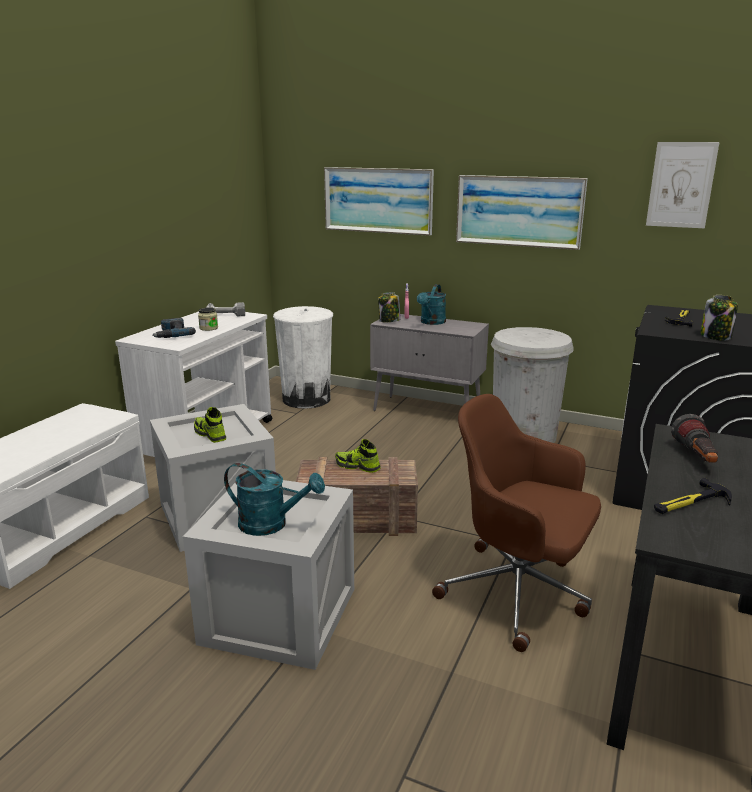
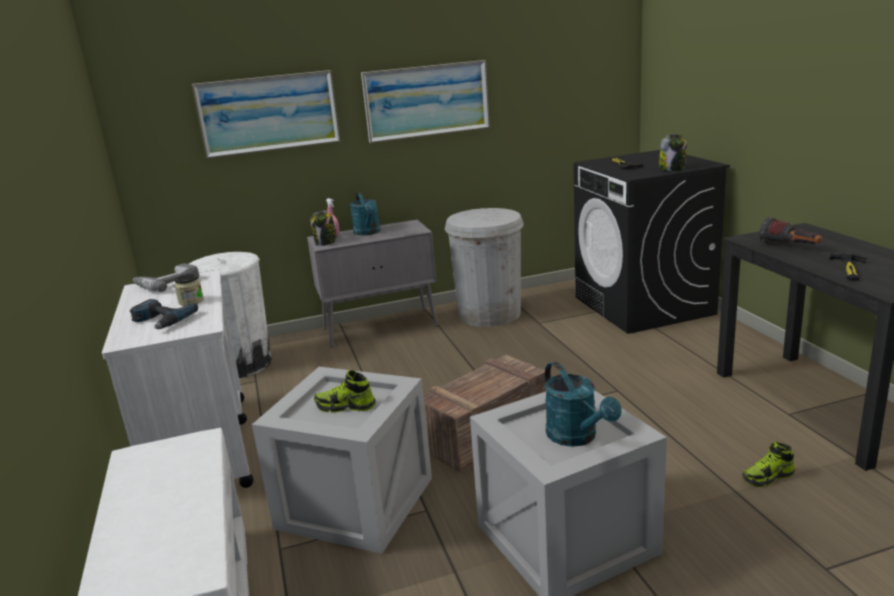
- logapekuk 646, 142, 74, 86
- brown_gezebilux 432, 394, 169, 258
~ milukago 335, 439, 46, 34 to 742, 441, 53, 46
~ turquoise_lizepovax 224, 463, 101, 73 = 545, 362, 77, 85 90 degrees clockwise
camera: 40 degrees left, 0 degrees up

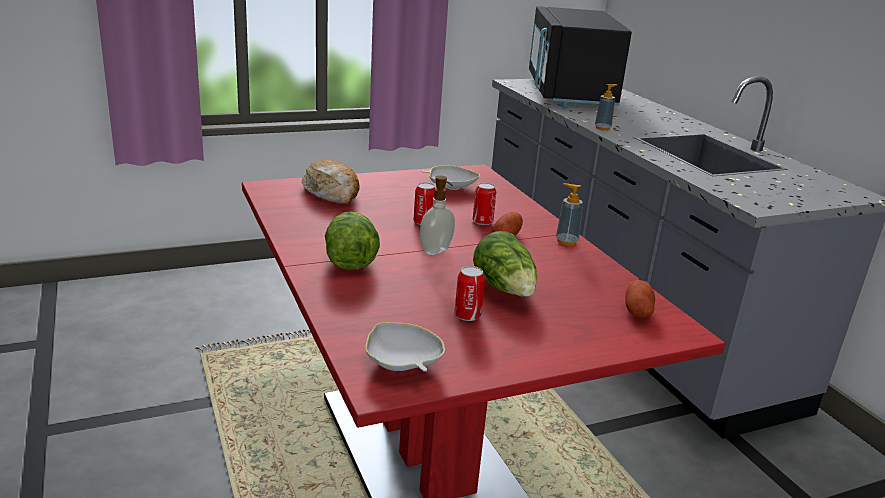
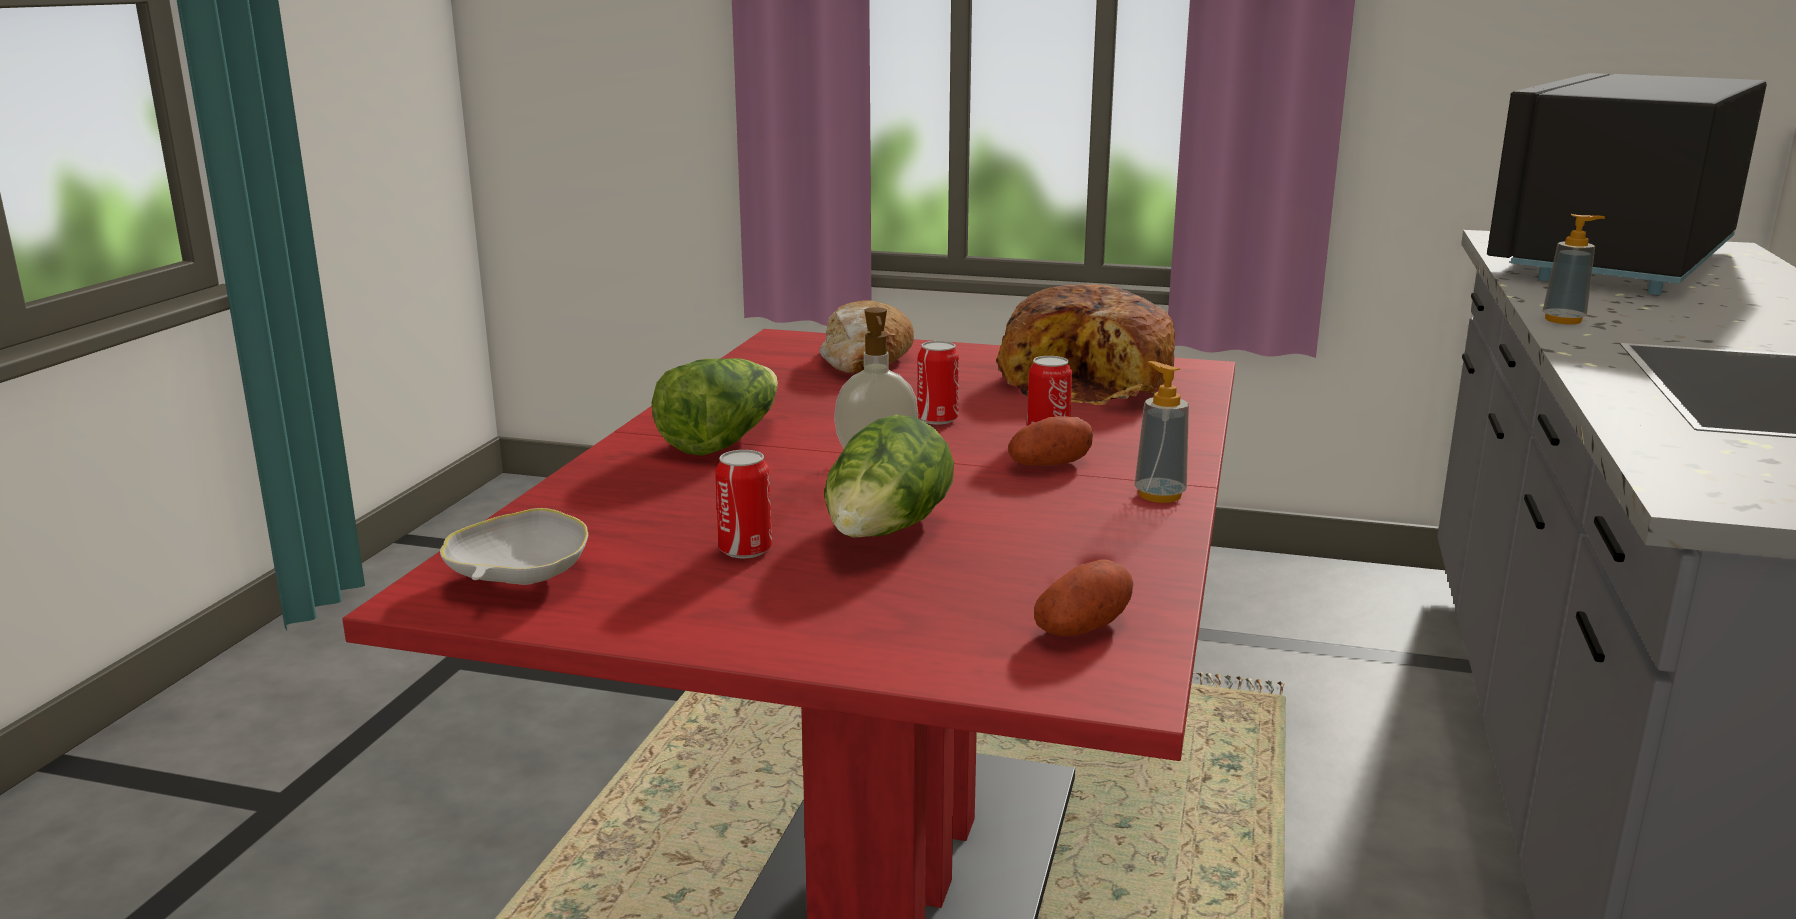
~ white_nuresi 421, 166, 59, 24 to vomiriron 996, 284, 179, 121
camera: 40 degrees right, 5 degrees down

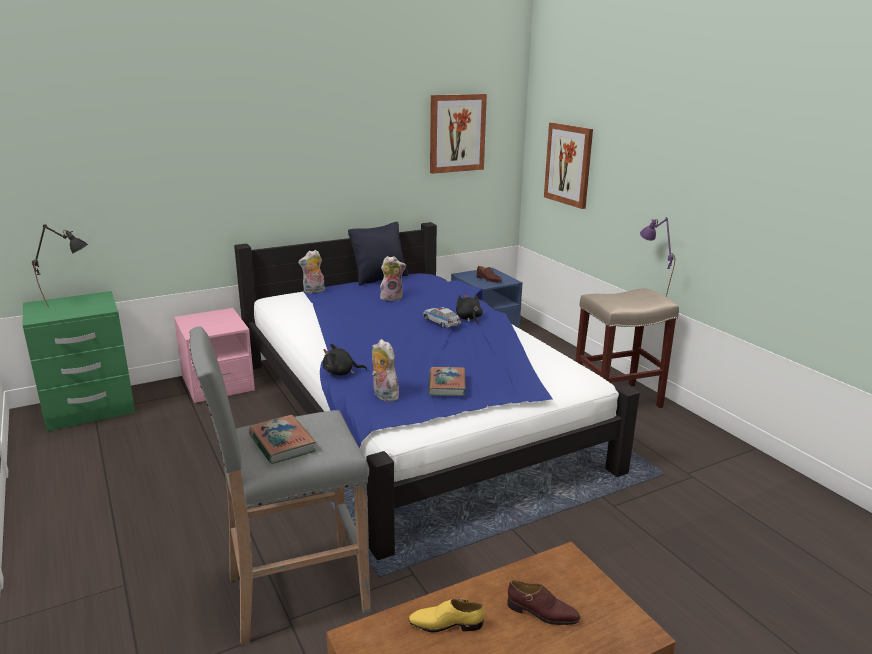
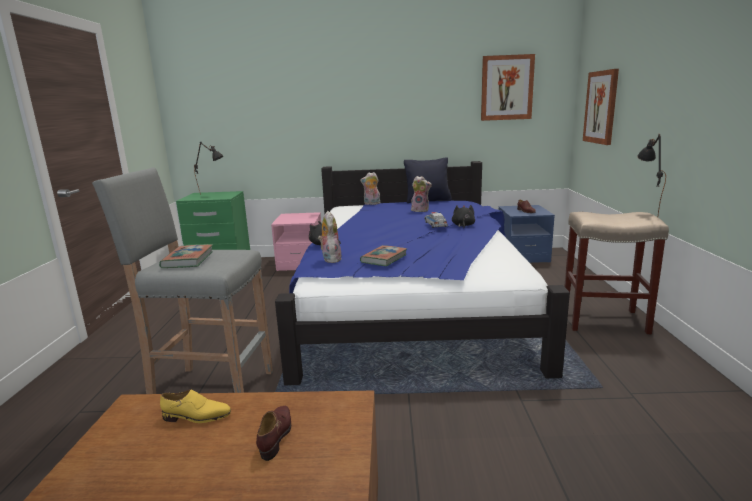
~ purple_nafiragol 640, 217, 35, 80 to black_nafiragol 637, 134, 29, 80
~ brown_milukago 507, 580, 73, 45 = 256, 406, 35, 55 135 degrees counterclockwise
~ yellow_milukago 409, 598, 76, 34 = 160, 389, 71, 34 150 degrees clockwise
camera: 30 degrees right, 5 degrees down

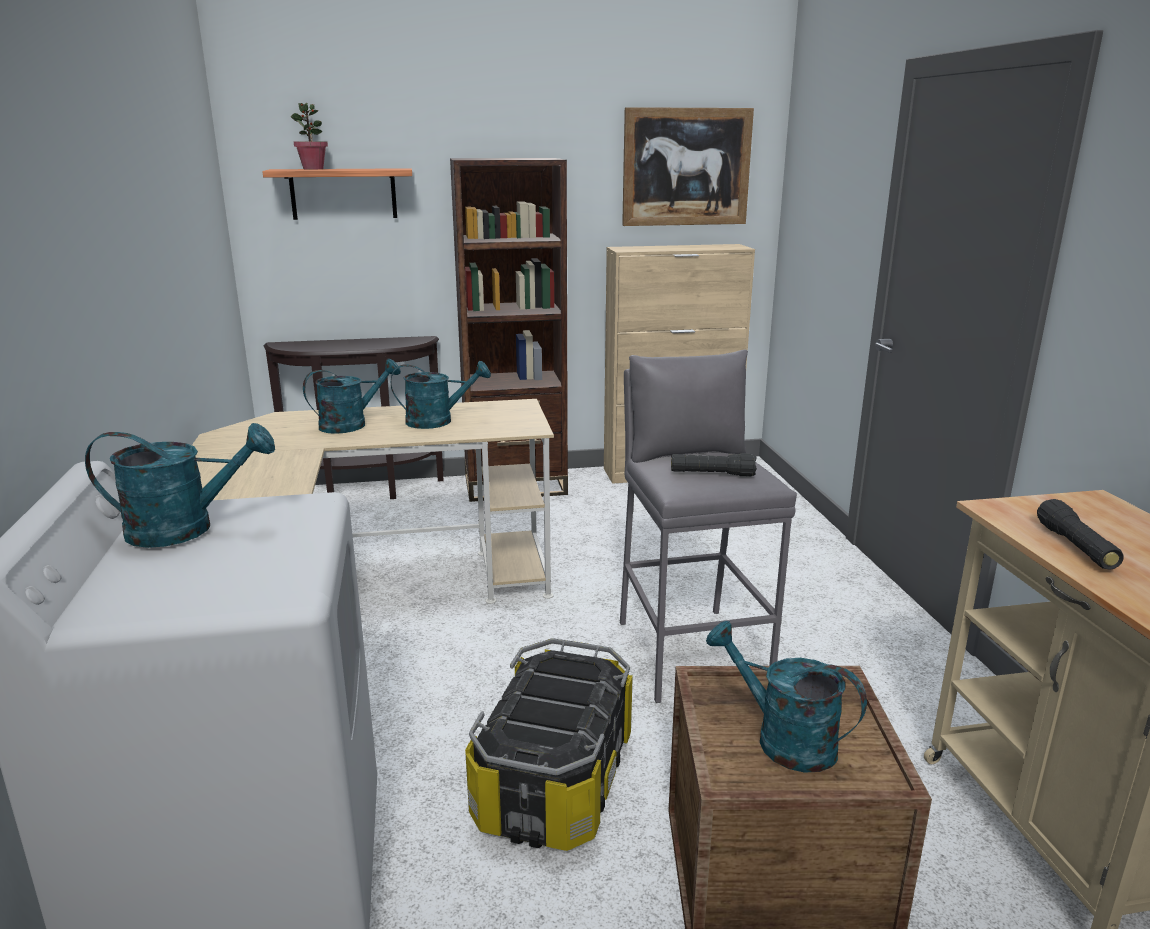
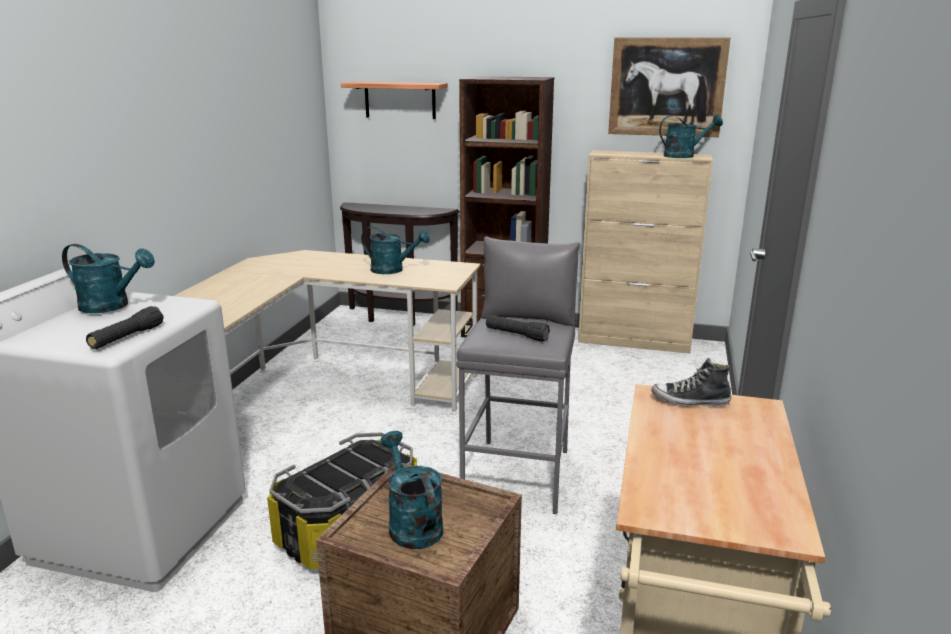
- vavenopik 291, 103, 37, 66
~ turquoise_lizepovax 303, 359, 98, 75 to 659, 114, 64, 44
~ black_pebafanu 1037, 499, 86, 71 to 86, 306, 78, 43
+ milukago 651, 358, 80, 48
camera: 25 degrees right, 0 degrees up

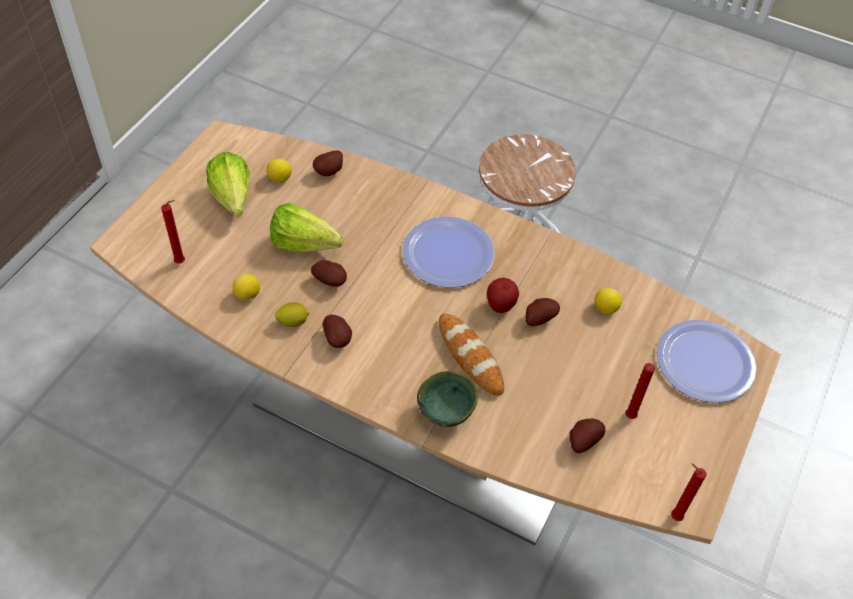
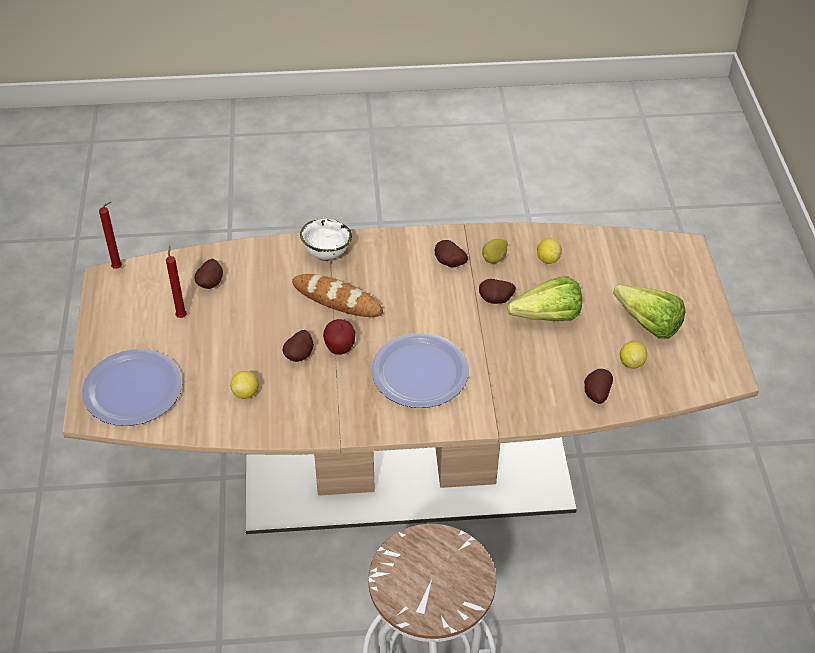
- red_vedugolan 161, 200, 24, 64
~ green_nuresi 417, 371, 61, 56 to white_nuresi 300, 219, 52, 42
camera: 150 degrees right, 5 degrees down

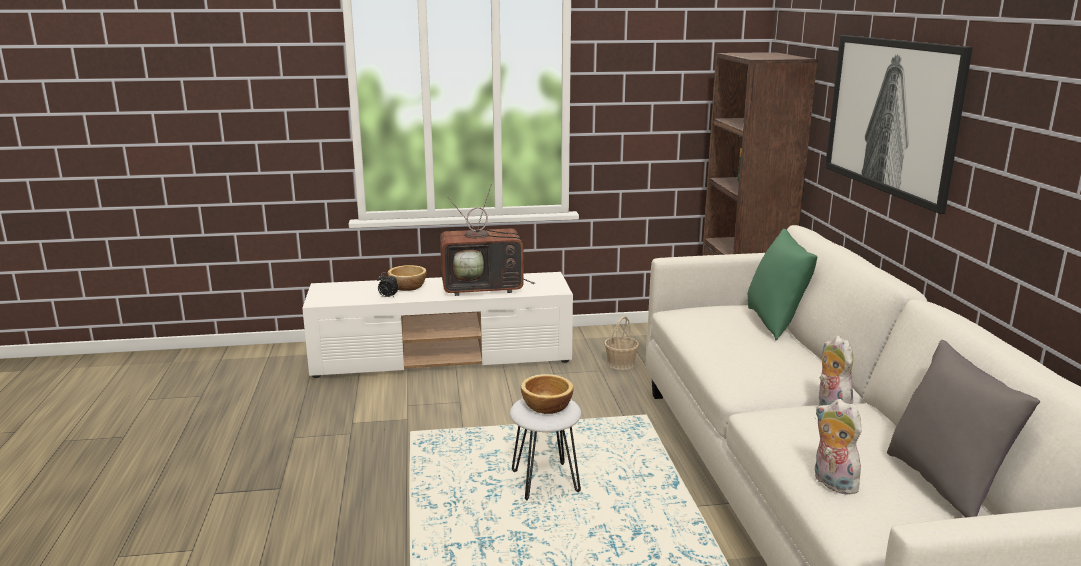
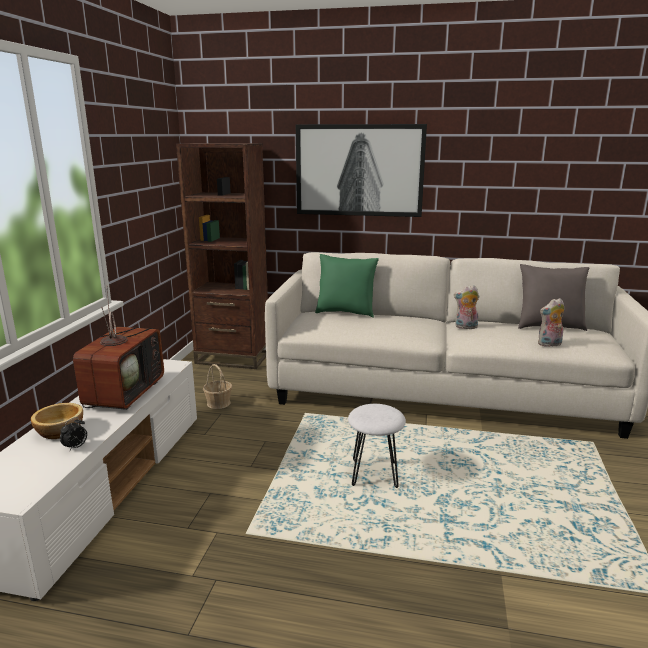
- nuresi 521, 374, 53, 40
camera: 70 degrees left, 0 degrees up

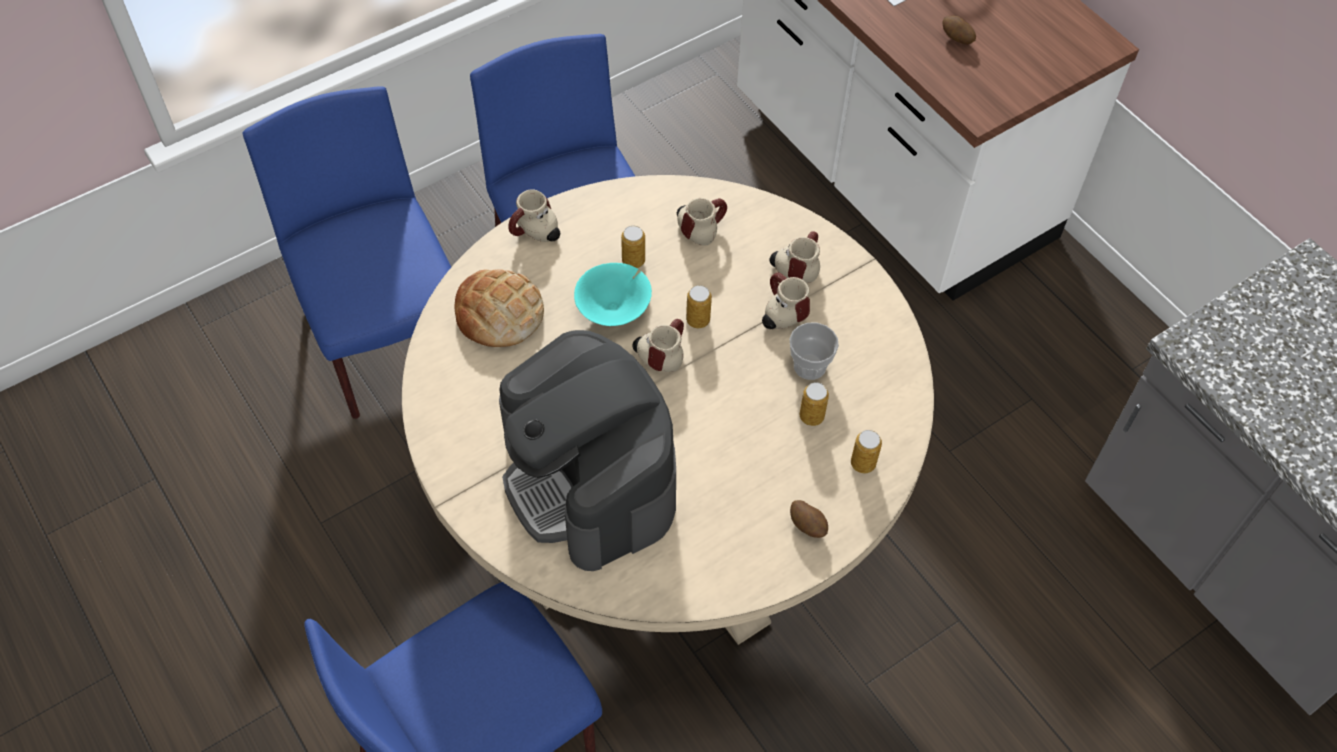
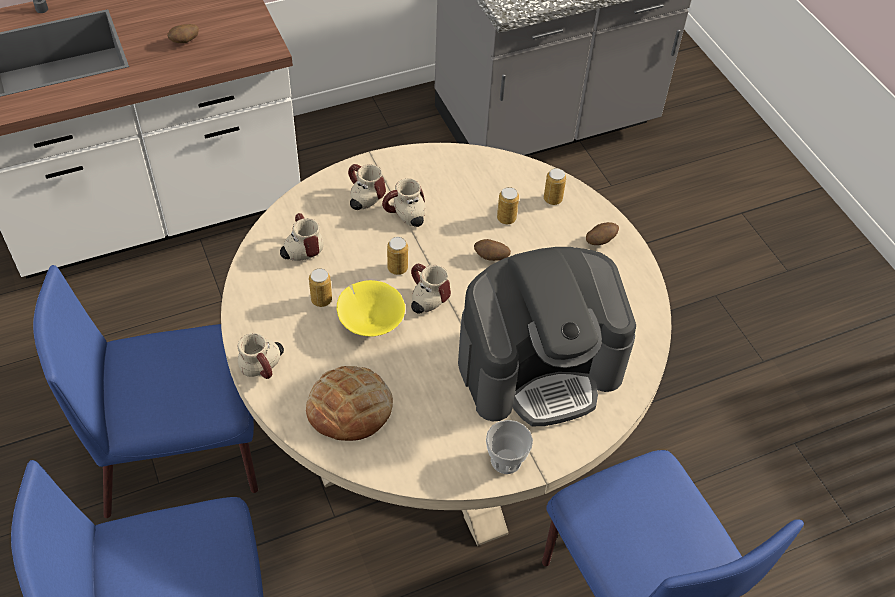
~ turquoise_nuresi 574, 263, 78, 63 to yellow_nuresi 337, 280, 68, 57
~ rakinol 790, 323, 49, 57 to 486, 420, 47, 54
+ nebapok 474, 239, 37, 22
camera: 80 degrees left, 5 degrees down

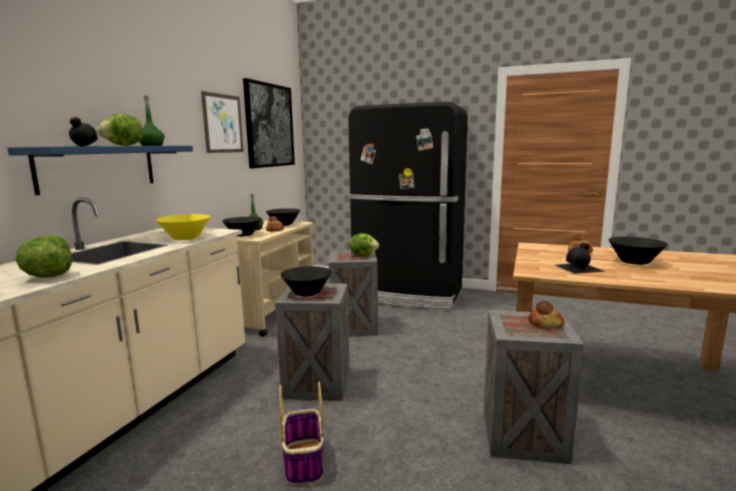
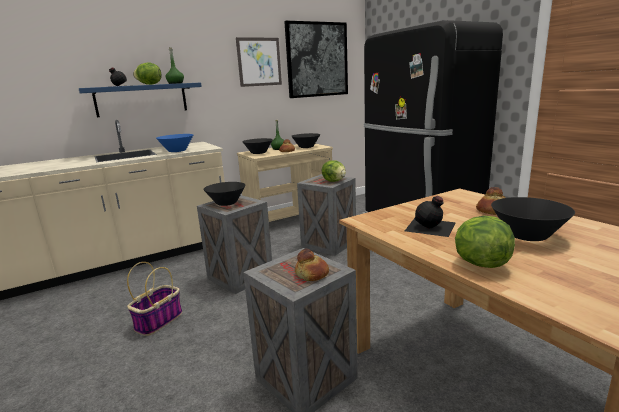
~ yellow_nuresi 156, 214, 54, 26 to blue_nuresi 156, 134, 37, 18
~ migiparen 16, 235, 56, 43 to 455, 216, 60, 52
camera: 40 degrees right, 5 degrees up

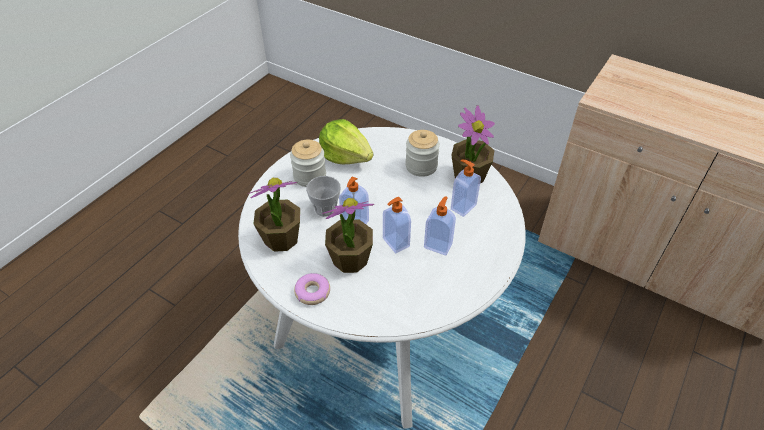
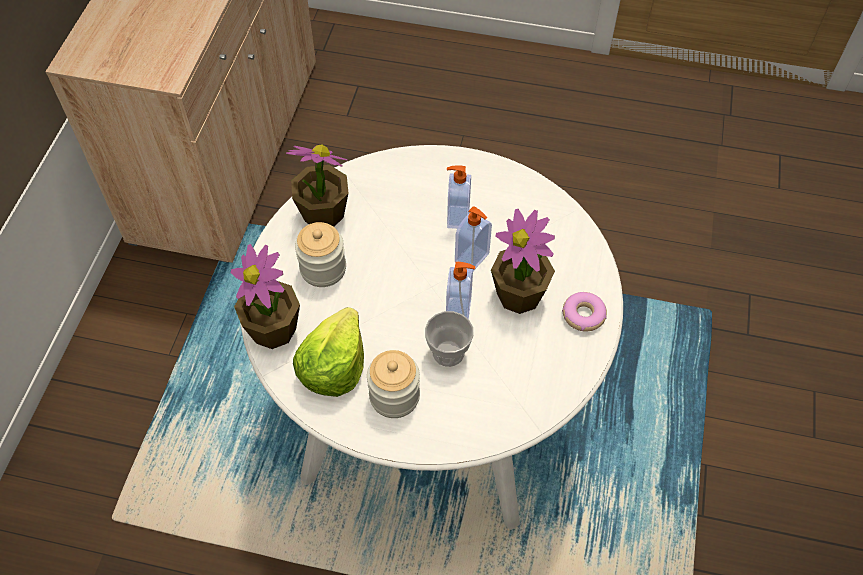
- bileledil 451, 160, 30, 57
~ vavenopik 248, 178, 52, 74 to 230, 244, 70, 105
camera: 110 degrees left, 10 degrees up

